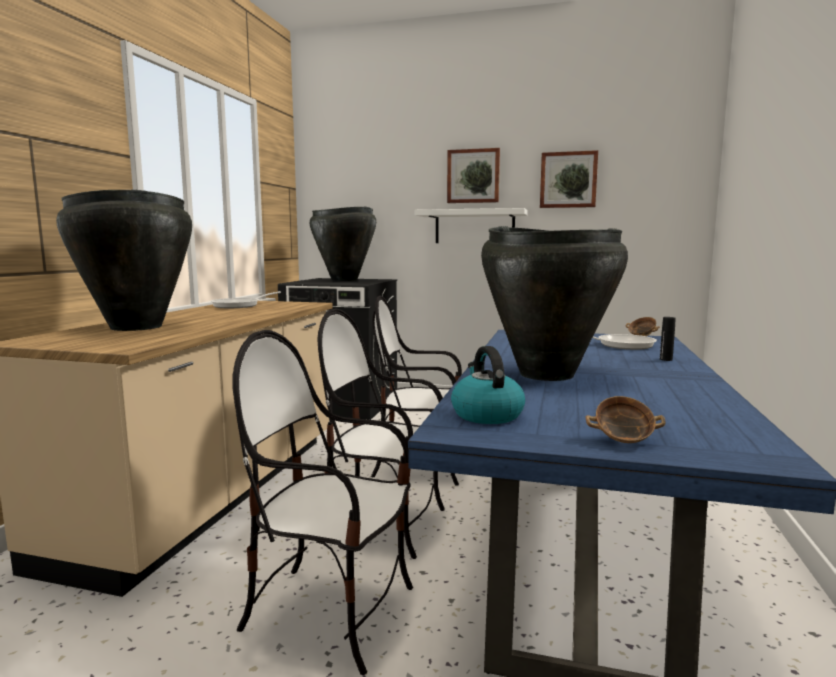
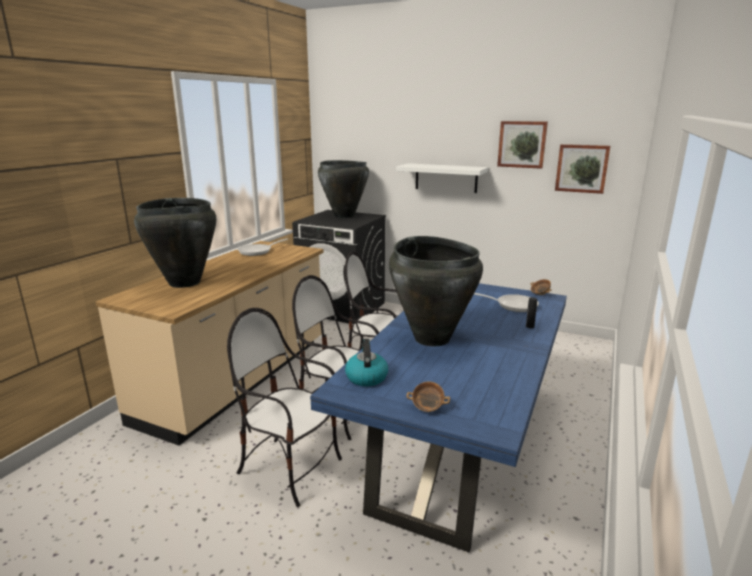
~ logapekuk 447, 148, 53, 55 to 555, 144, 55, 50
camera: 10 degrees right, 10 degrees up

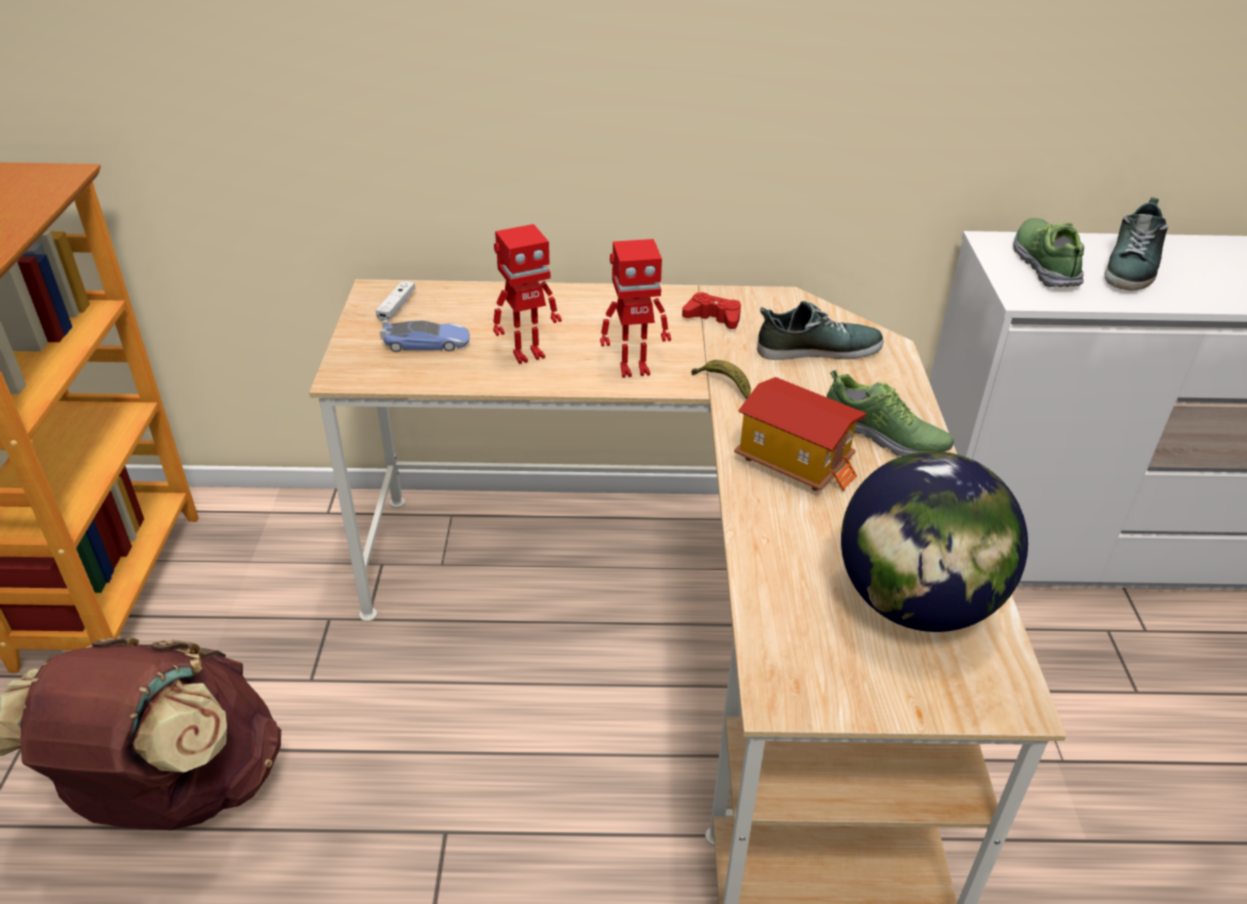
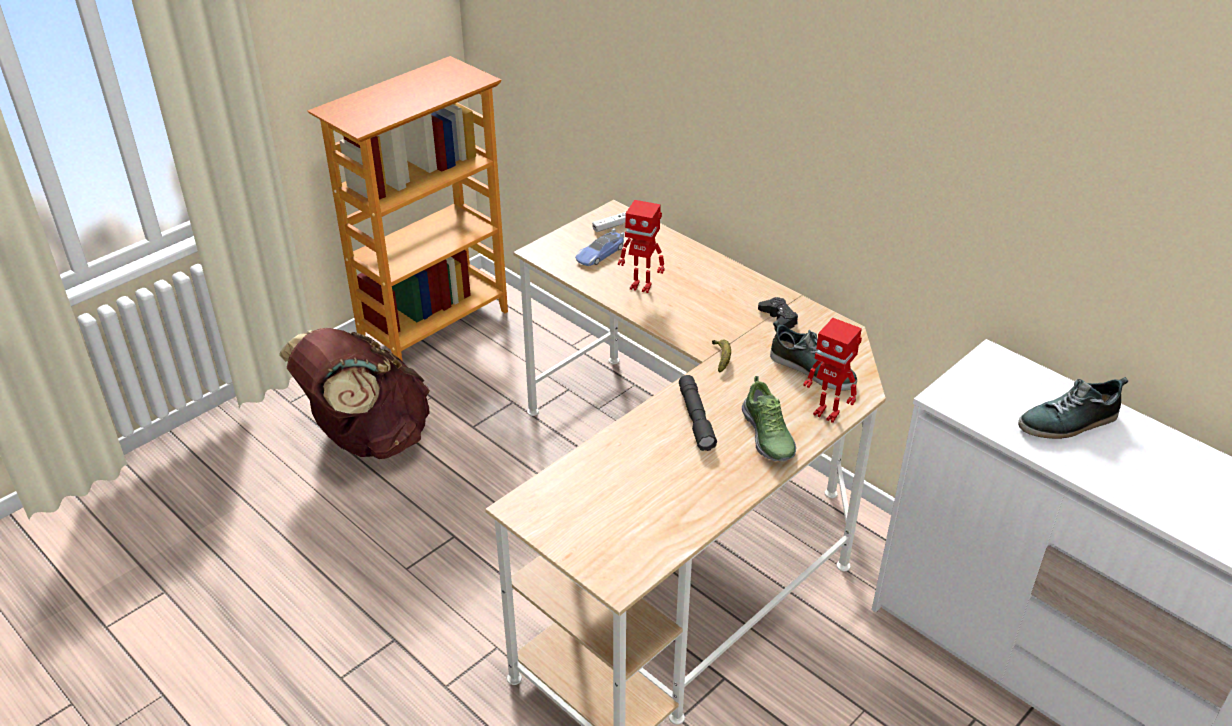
- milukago 1013, 218, 71, 69
~ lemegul 600, 239, 71, 139 to 803, 318, 59, 105
~ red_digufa 682, 292, 59, 37 to black_digufa 758, 297, 40, 32
~ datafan 380, 320, 90, 32 = 575, 228, 49, 38 90 degrees clockwise
~ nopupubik 734, 377, 133, 114 to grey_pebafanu 679, 375, 38, 76
- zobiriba 841, 451, 187, 181
camera: 45 degrees right, 0 degrees up

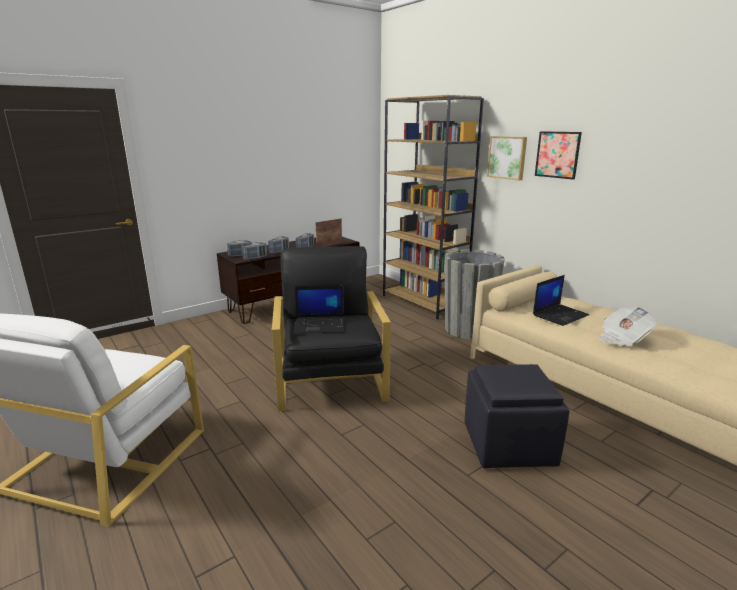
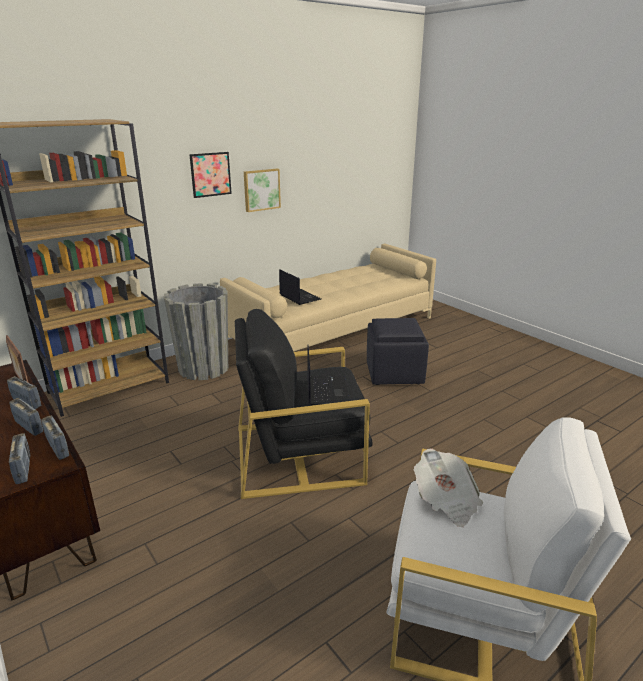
~ logapekuk 487, 136, 40, 44 to 244, 169, 37, 43
~ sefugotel 599, 307, 58, 40 to 414, 449, 69, 78
camera: 90 degrees left, 5 degrees up

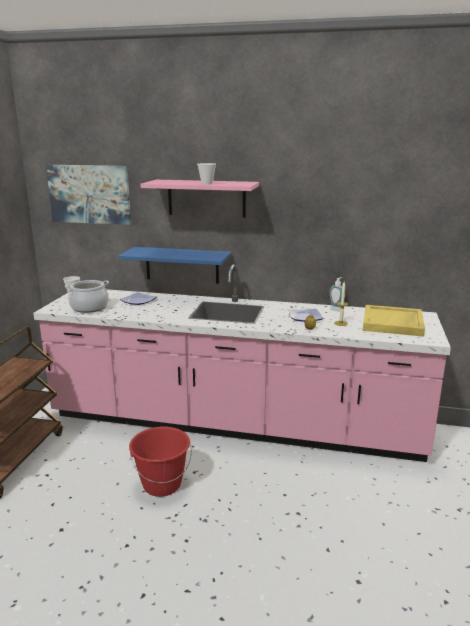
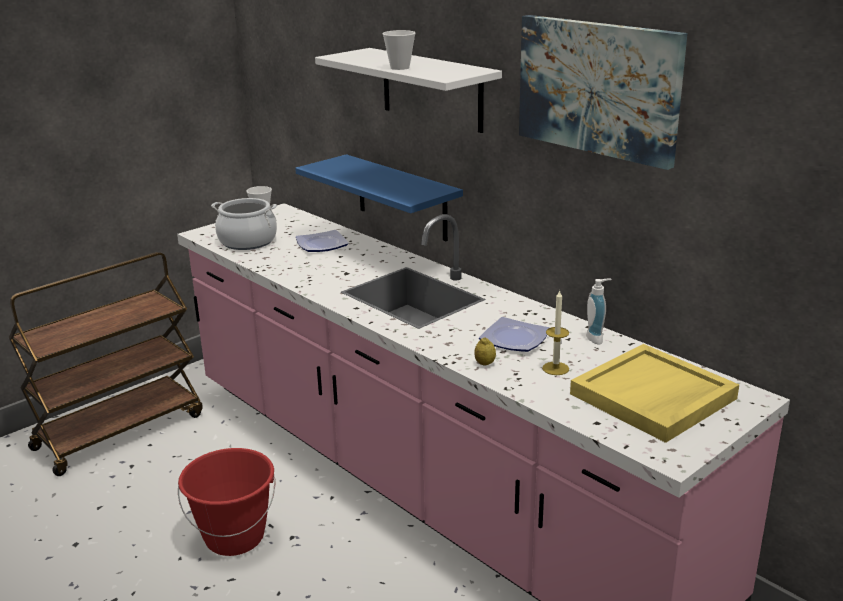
~ logapekuk 46, 165, 85, 60 to 519, 15, 168, 155
~ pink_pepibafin 141, 180, 118, 38 to white_pepibafin 315, 48, 187, 85
camera: 35 degrees right, 5 degrees up

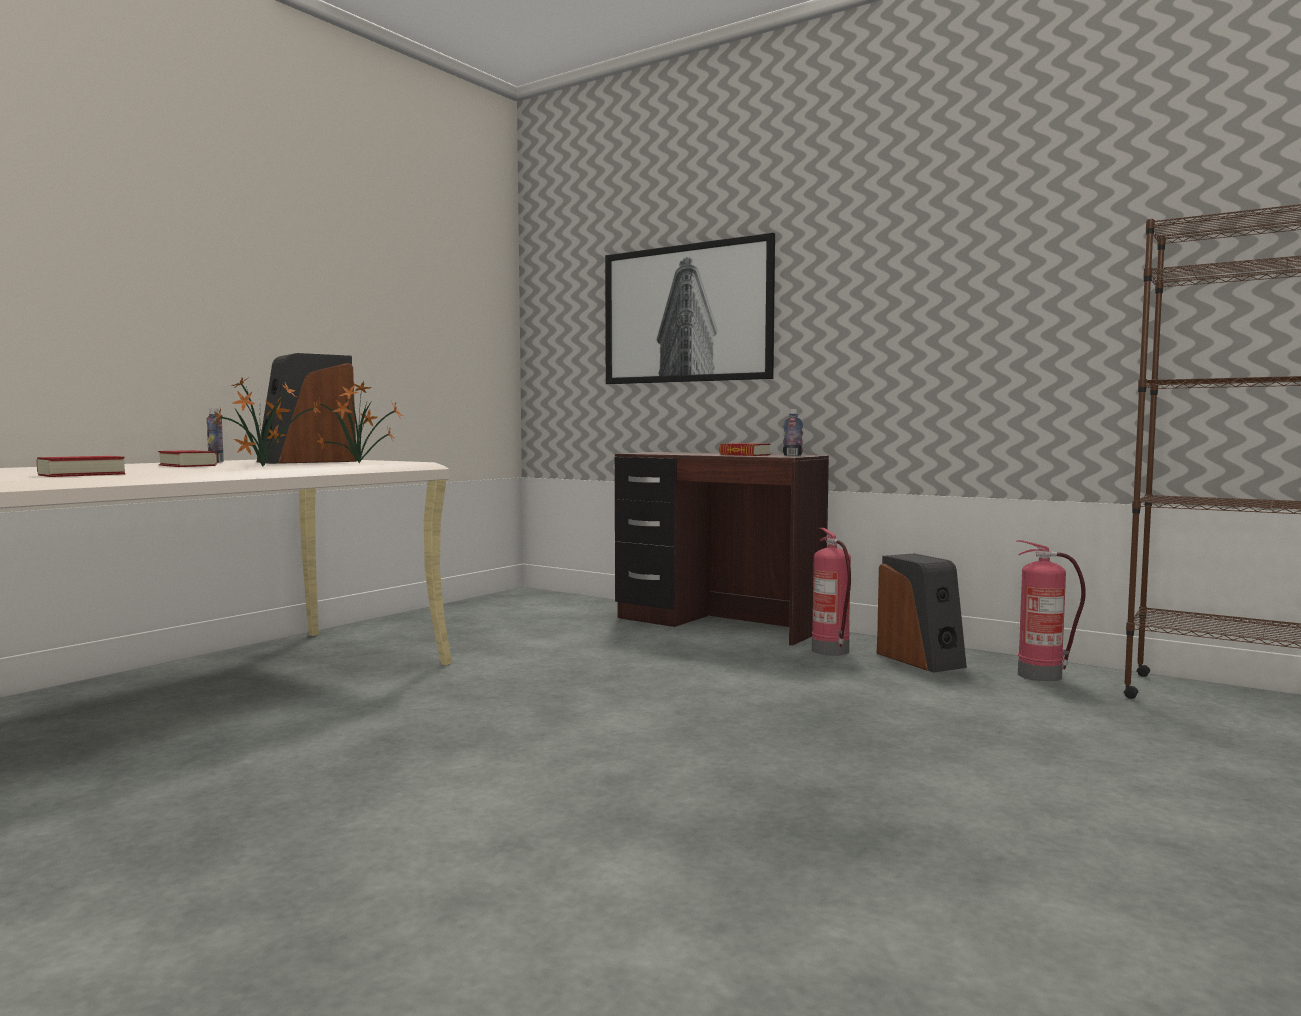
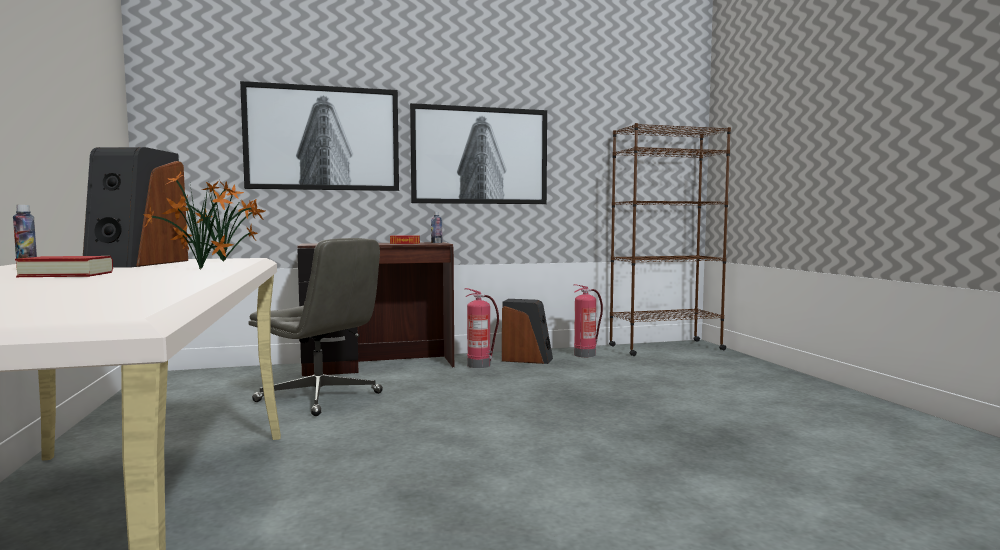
- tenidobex 37, 456, 88, 21
+ logapekuk 410, 103, 137, 101
+ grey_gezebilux 248, 238, 135, 178
camera: 50 degrees left, 0 degrees up

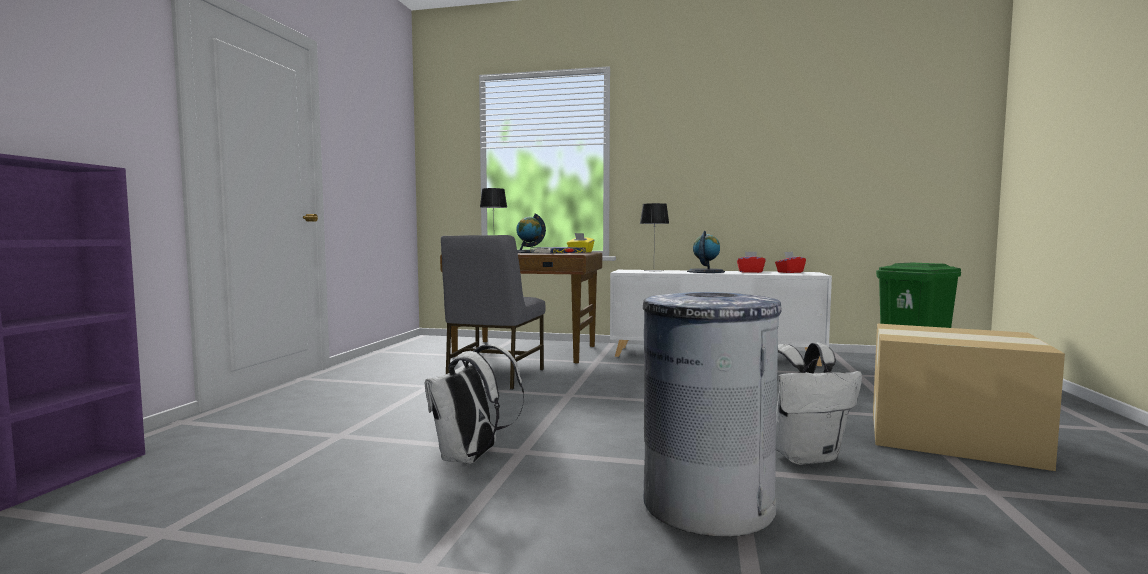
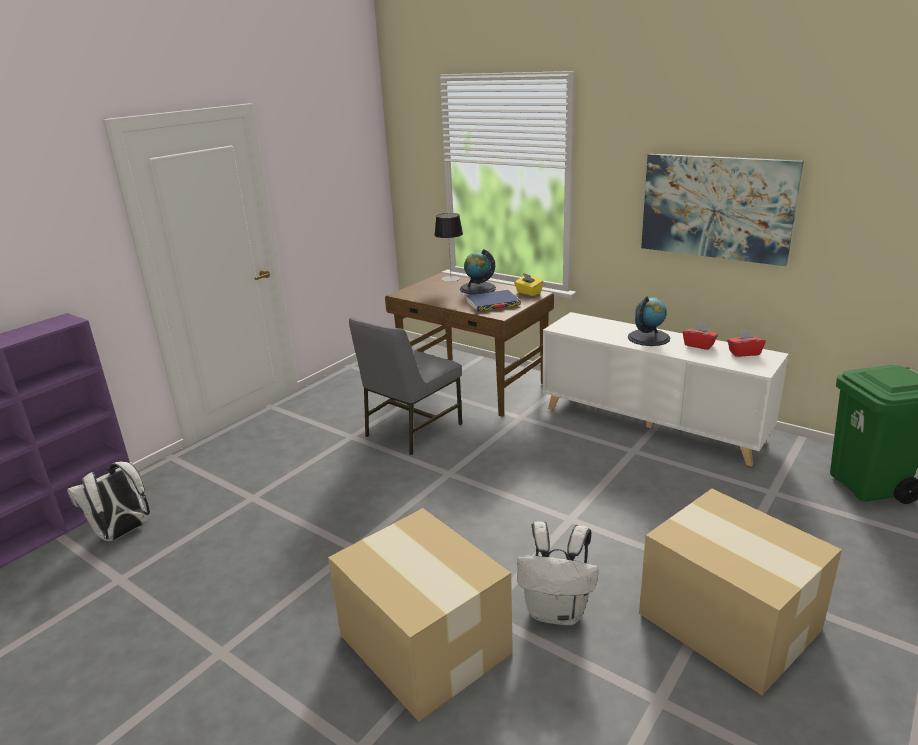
- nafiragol 640, 203, 29, 69
~ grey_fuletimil 643, 292, 139, 245 to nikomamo 328, 508, 185, 214
~ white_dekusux 425, 344, 99, 120 to 67, 461, 83, 80
+ logapekuk 641, 154, 163, 112
camera: 25 degrees right, 20 degrees up

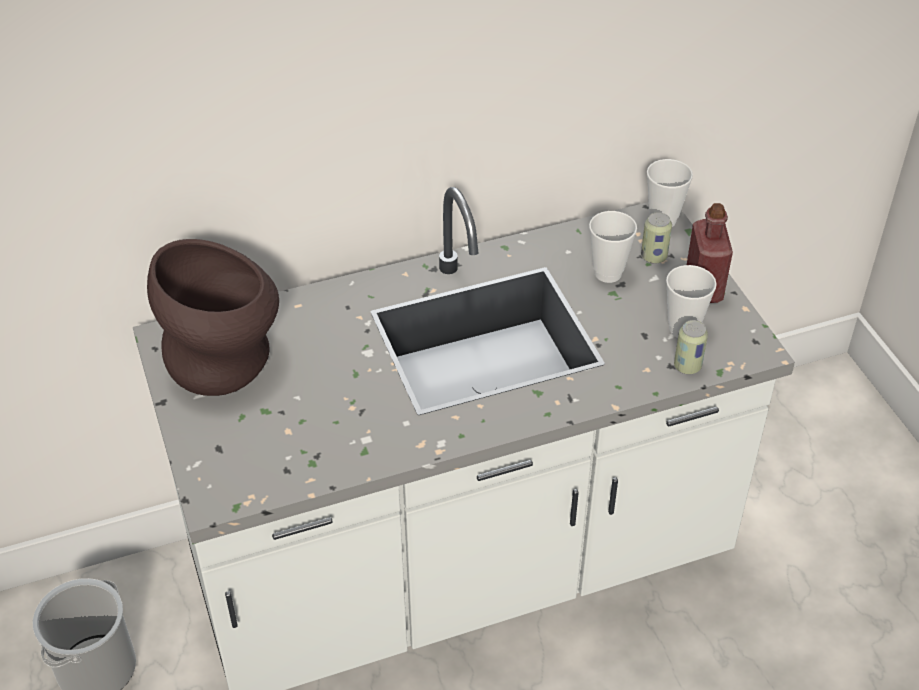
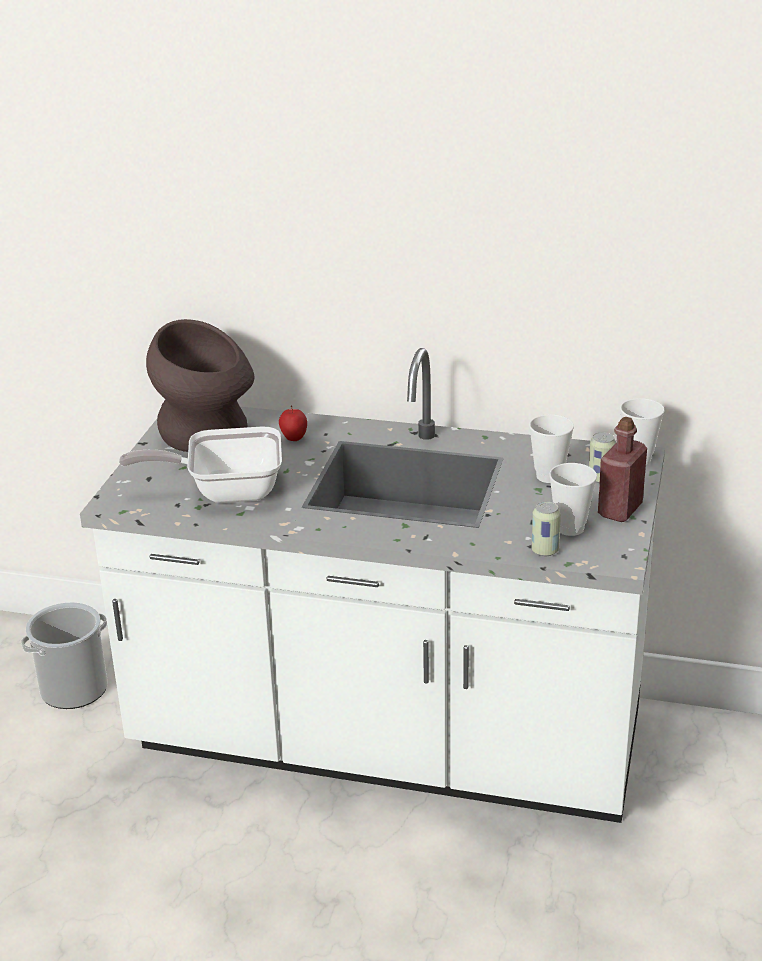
+ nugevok 279, 405, 28, 36
+ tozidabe 119, 427, 163, 76
camera: 35 degrees right, 15 degrees down

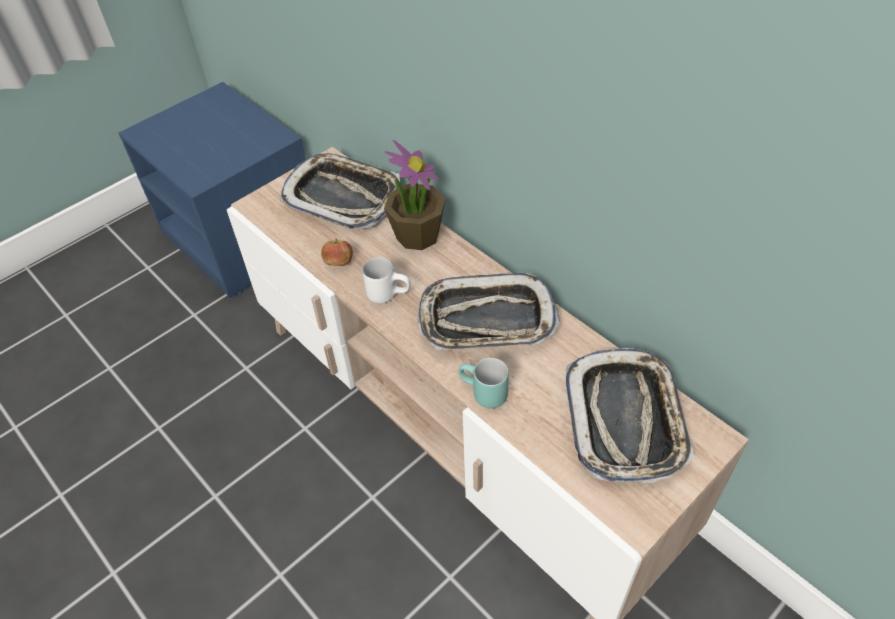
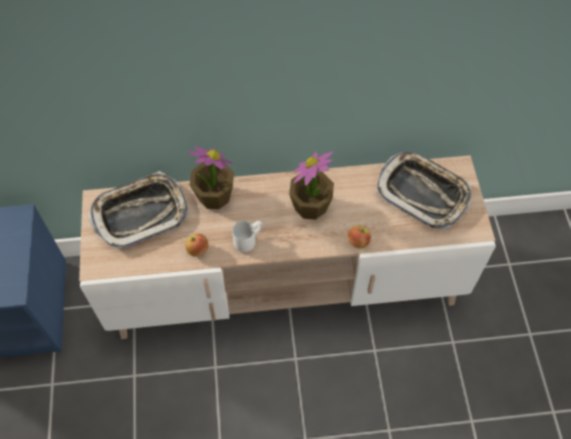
~ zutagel 417, 273, 143, 77 to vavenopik 289, 151, 45, 69
~ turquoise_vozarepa 459, 358, 50, 51 to nugevok 348, 226, 23, 22
camera: 55 degrees left, 10 degrees up

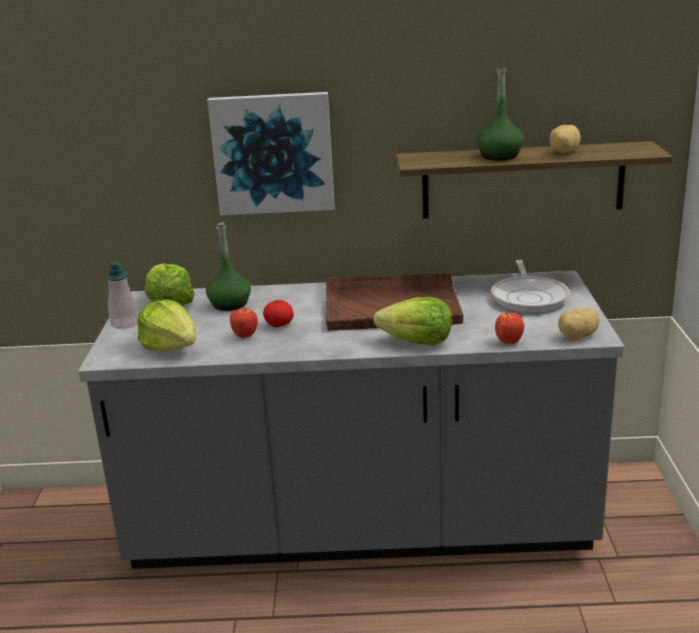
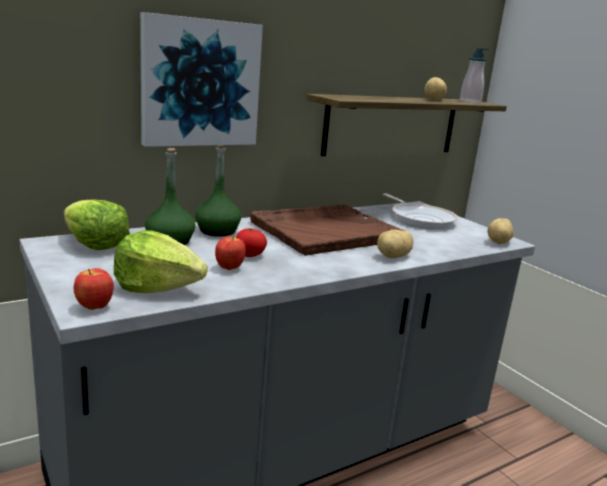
~ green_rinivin 477, 65, 47, 95 to 195, 145, 46, 92
~ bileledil 106, 262, 32, 67 to 460, 48, 29, 55
~ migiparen 373, 297, 79, 48 to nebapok 377, 229, 36, 29
~ nugevok 495, 313, 29, 31 to 74, 268, 40, 42
camera: 35 degrees left, 5 degrees down

